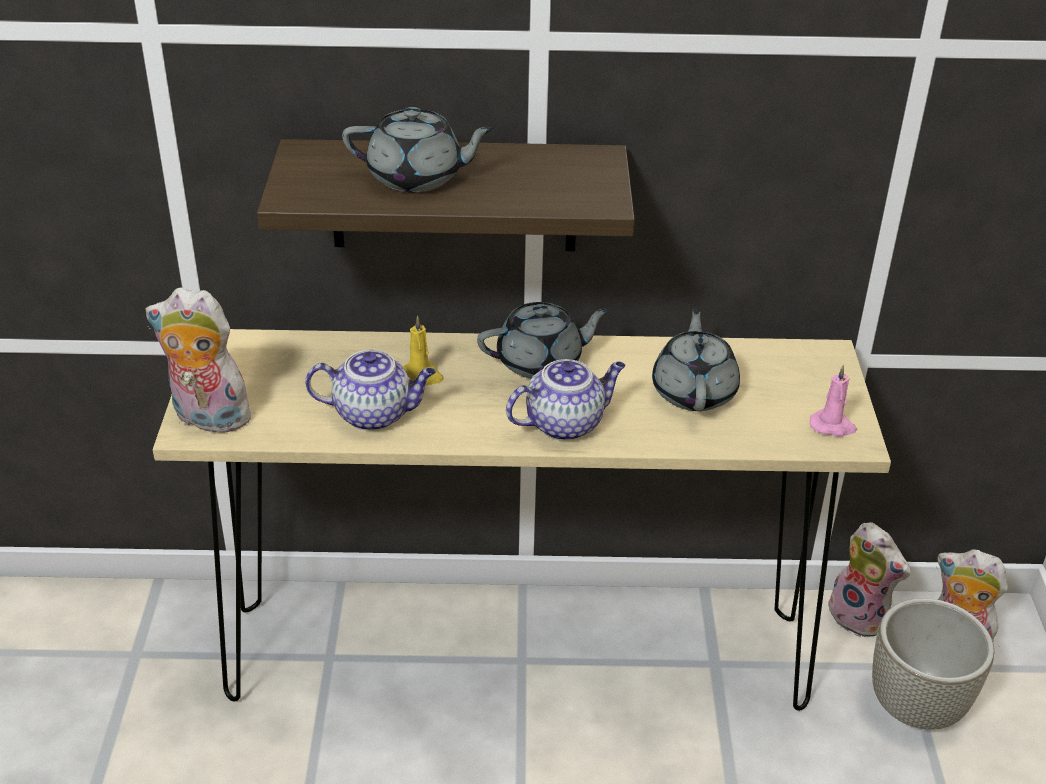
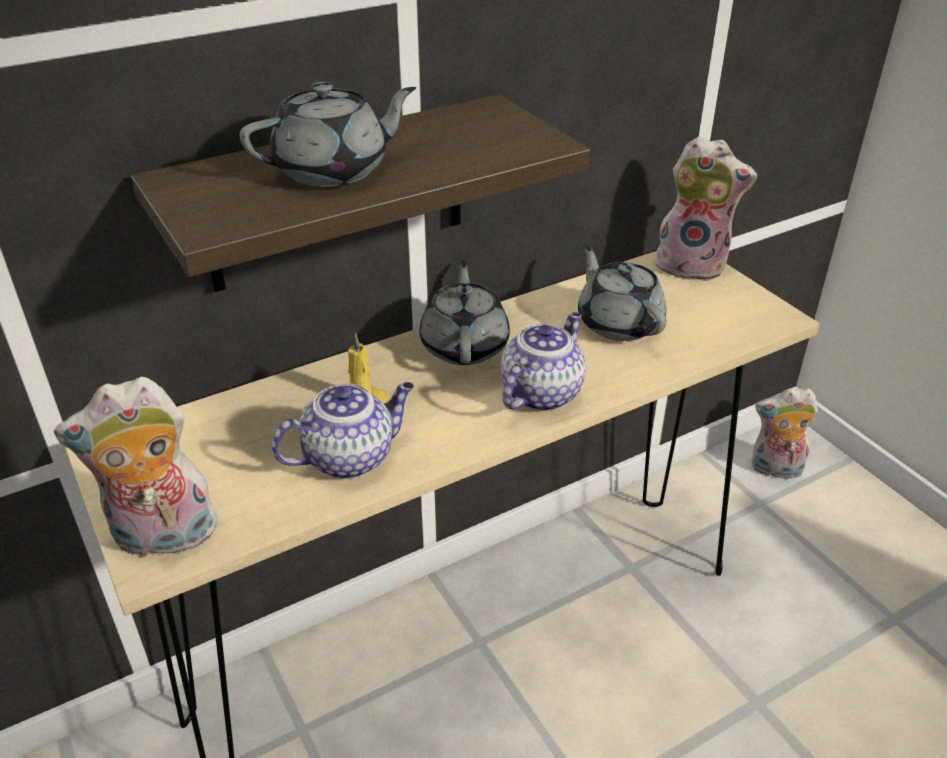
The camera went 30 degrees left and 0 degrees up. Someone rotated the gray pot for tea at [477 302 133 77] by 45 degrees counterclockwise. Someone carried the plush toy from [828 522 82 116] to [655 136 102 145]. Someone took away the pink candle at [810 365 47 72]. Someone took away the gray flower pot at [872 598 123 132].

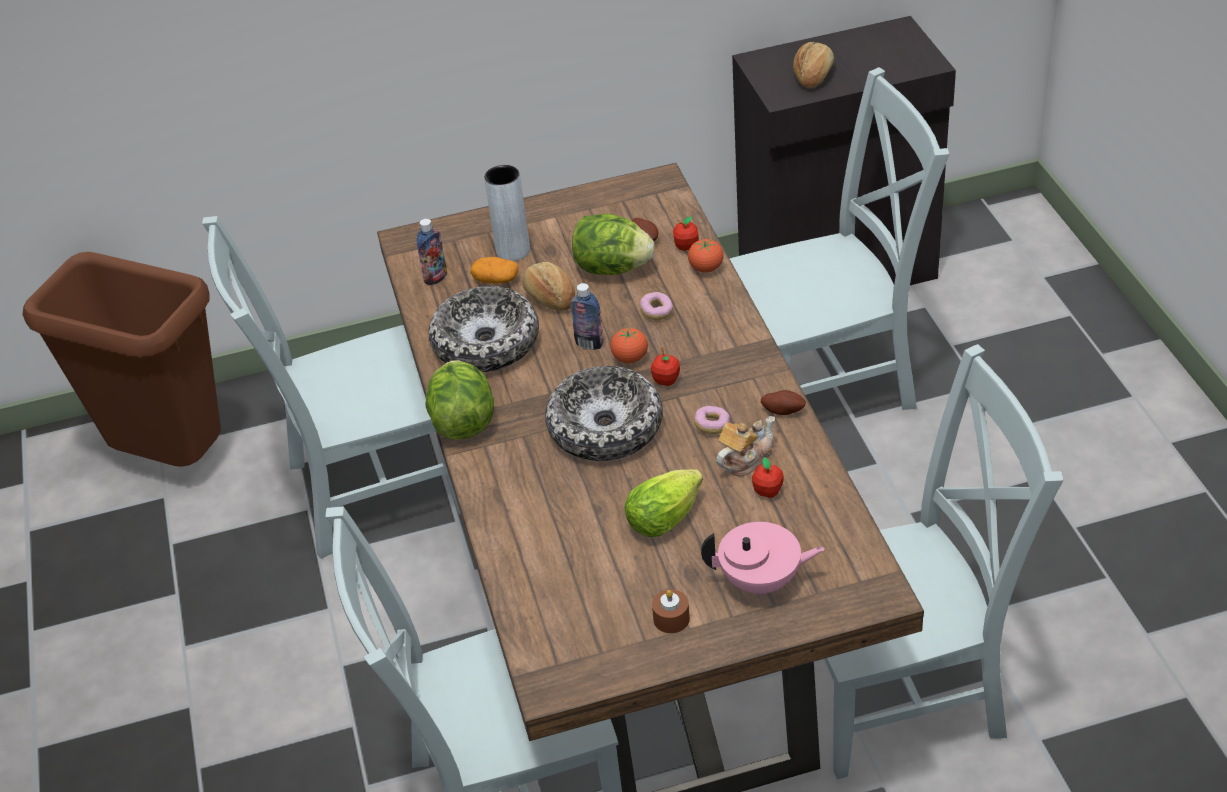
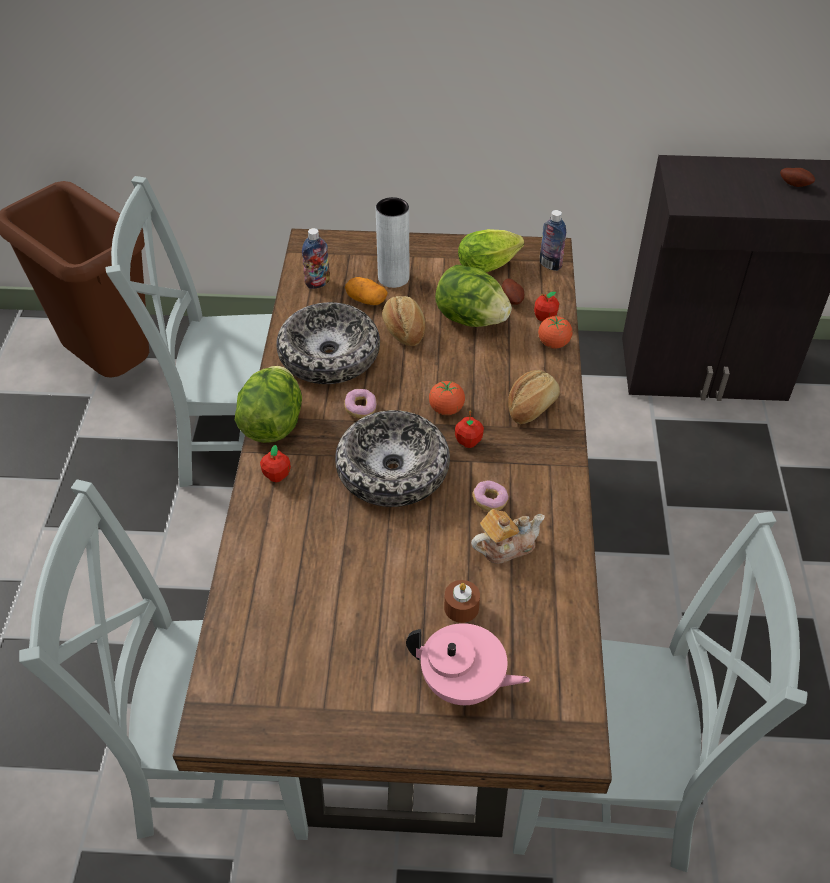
The camera went 15 degrees right and 5 degrees up. Someone carried the apple from [752 457 32 41] to [260 445 31 37]. Someone carried the doughnut from [640 292 33 28] to [344 389 33 29]. Someone carried the brown-coloured candle from [652 589 38 44] to [444 580 36 43]. Someone carried the head of lettuce from [625 469 78 68] to [458 229 66 43]. Someone carried the baked bread from [793 42 41 46] to [508 370 52 54]. Someone carried the drink bottle from [570 283 34 67] to [540 210 26 61]. Someone carried the potato from [761 390 45 25] to [780 168 35 19]. Someone took away the gray plain chair at [730 67 219 343].

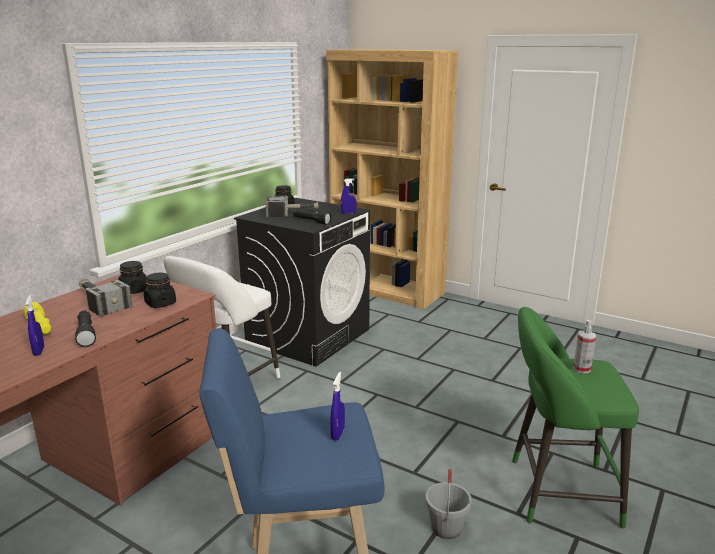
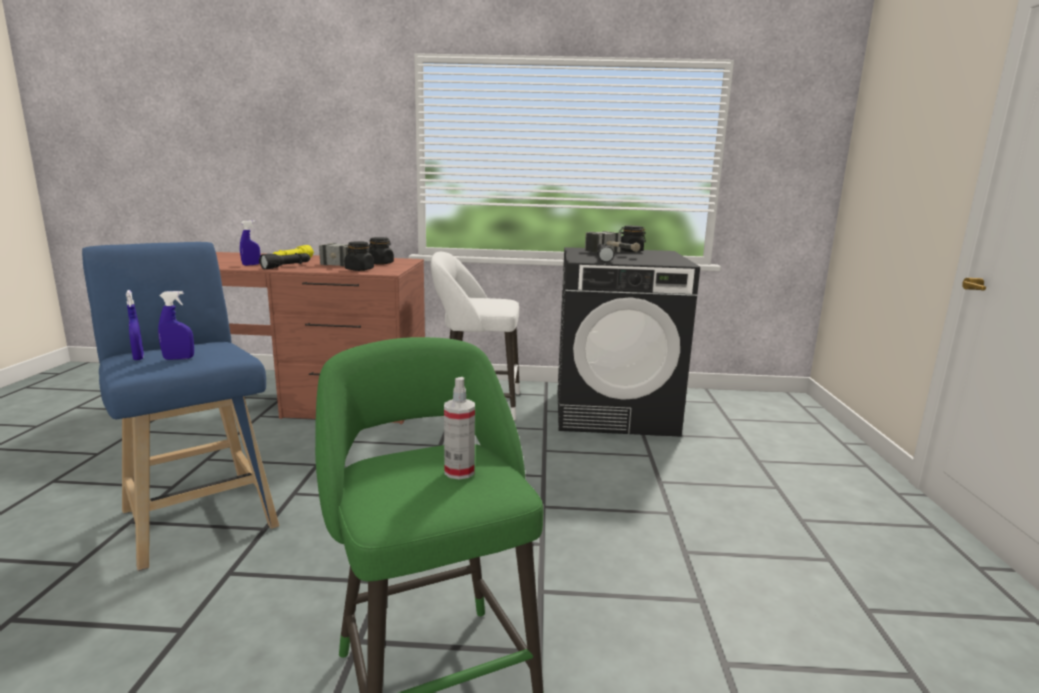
The camera went 60 degrees right and 5 degrees down. Someone carried the blue spray bottle from [341 178 15 36] to [126 290 18 70]. Someone took away the brown-coloured shelving unit at [326 49 132 261]. Someone took away the gray pail at [425 468 47 71].

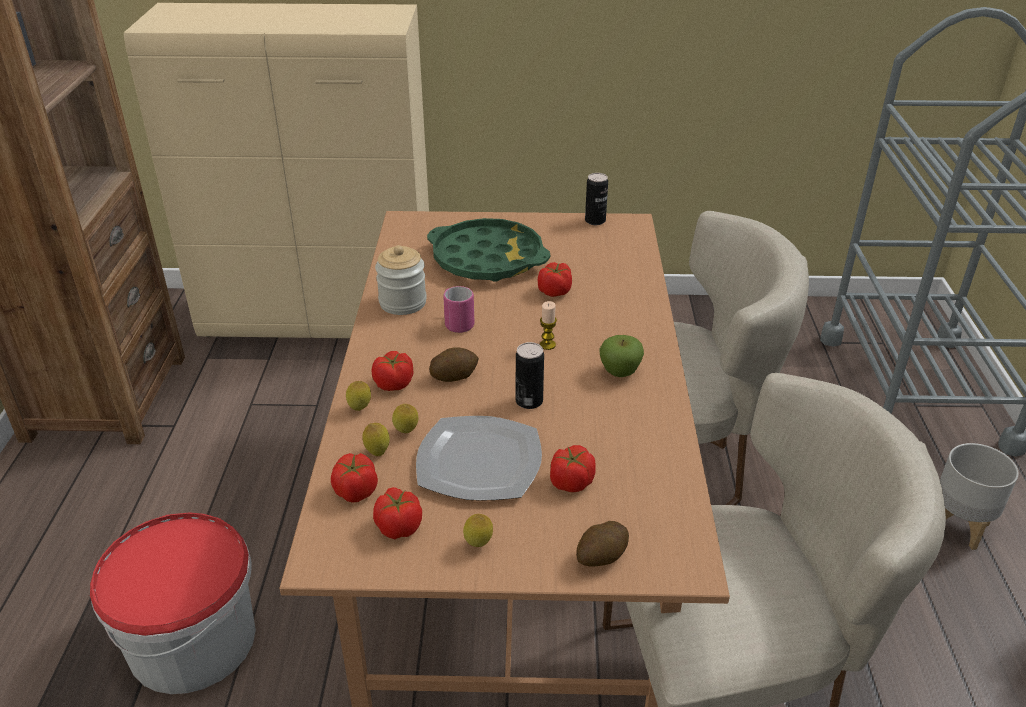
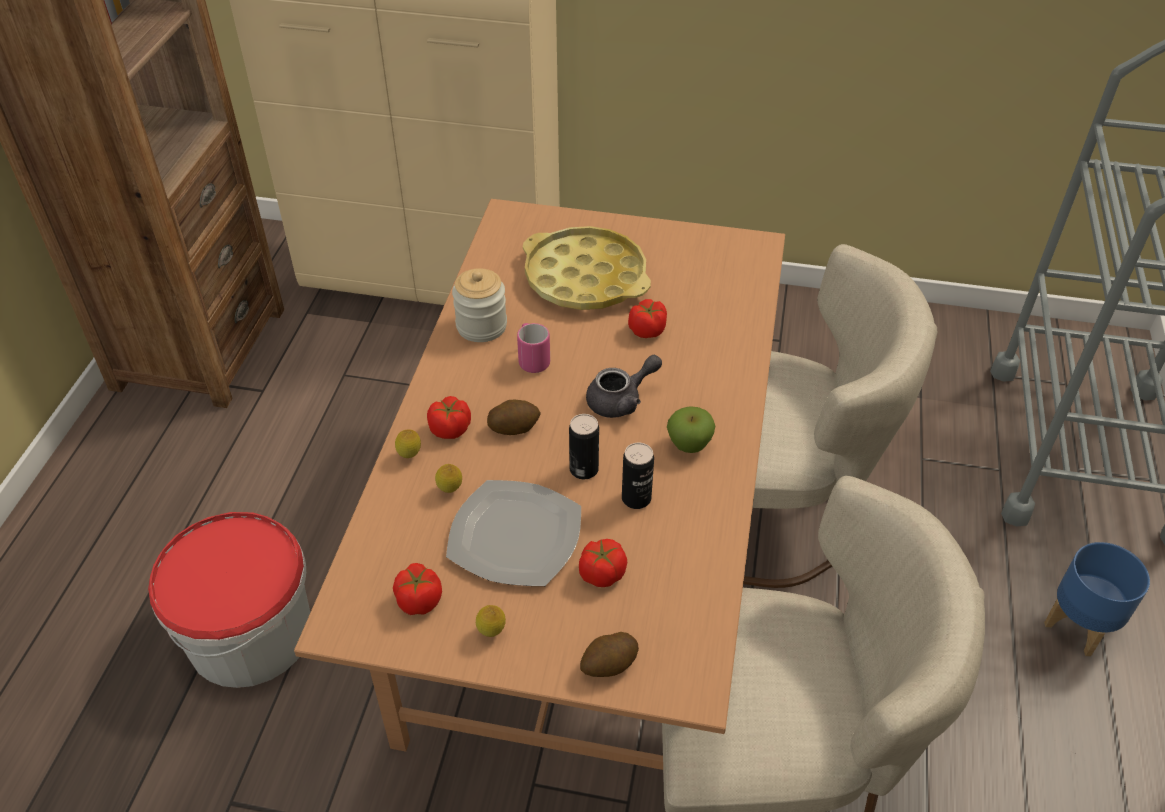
The camera went 10 degrees right and 10 degrees up. Someone repainted the greenish serving tray at [427 218 123 64], which became the yellow-coloured serving tray at [523 226 128 84]. Someone swapped the candle at [540 301 17 49] for the gray pot for tea at [586 355 76 63]. Someone carried the metal can from [585 173 23 52] to [622 443 32 66]. Someone repainted the gray flower pot at [940 443 79 107], which became the blue flower pot at [1044 542 106 114]. Someone took away the fresh tomato at [331 453 47 50]. Someone took away the whole lemon at [362 423 28 33].

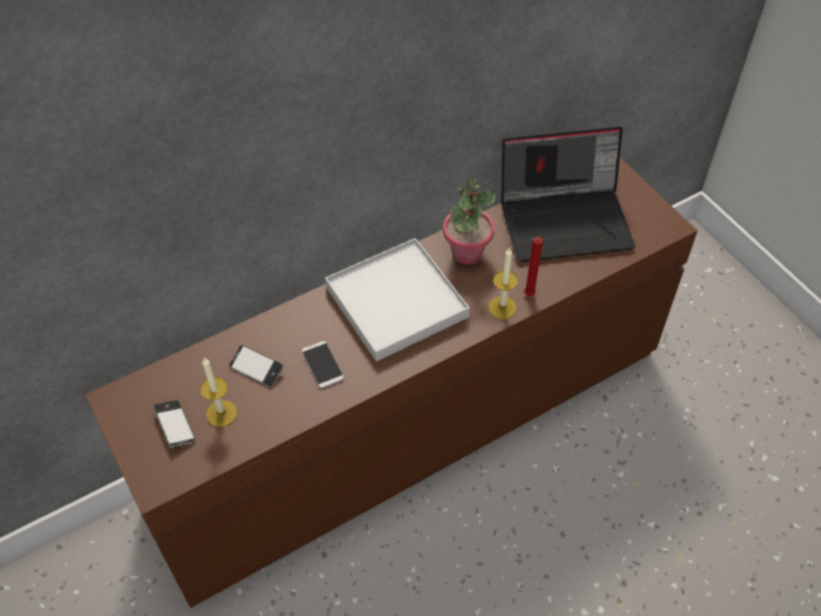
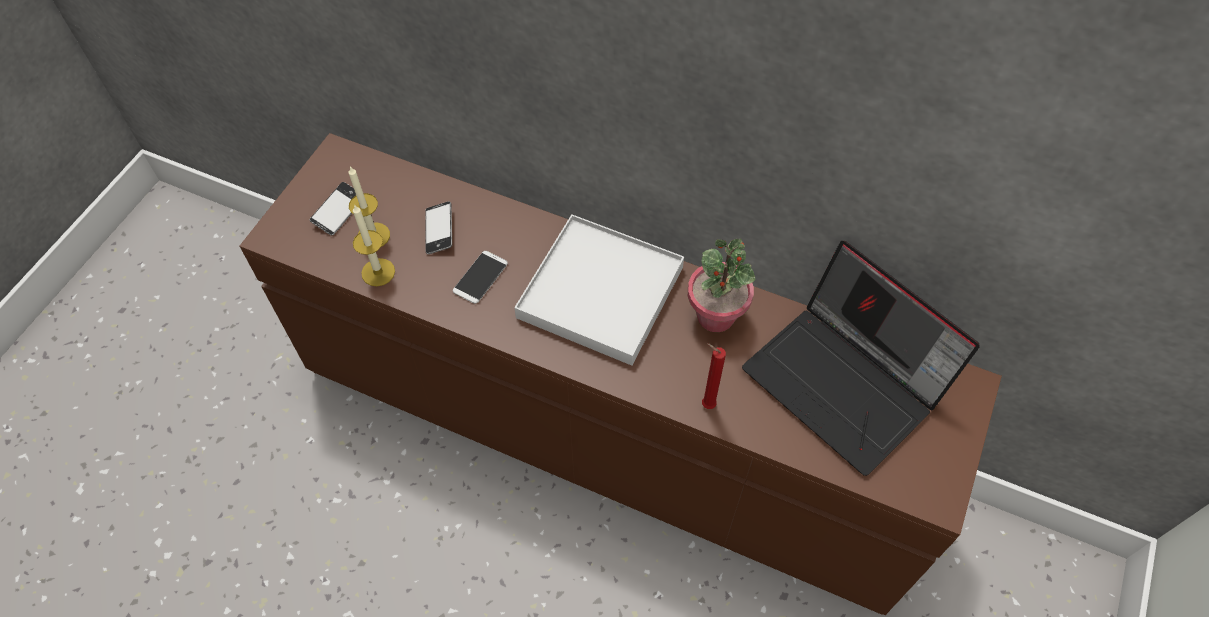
The camera went 55 degrees right and 5 degrees up. Someone carried the candle from [488 247 30 72] to [353 204 42 82].

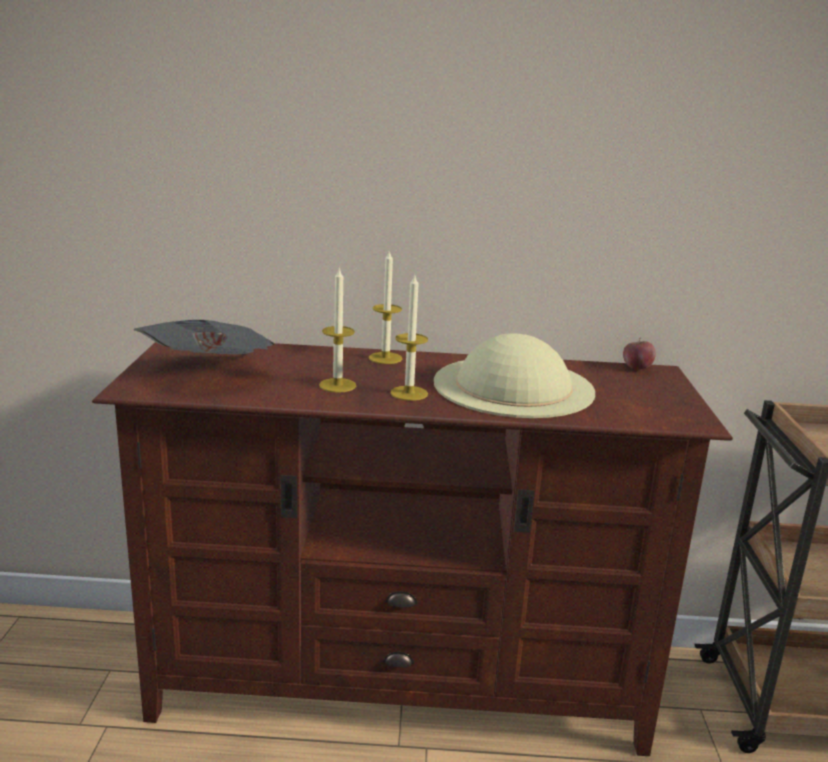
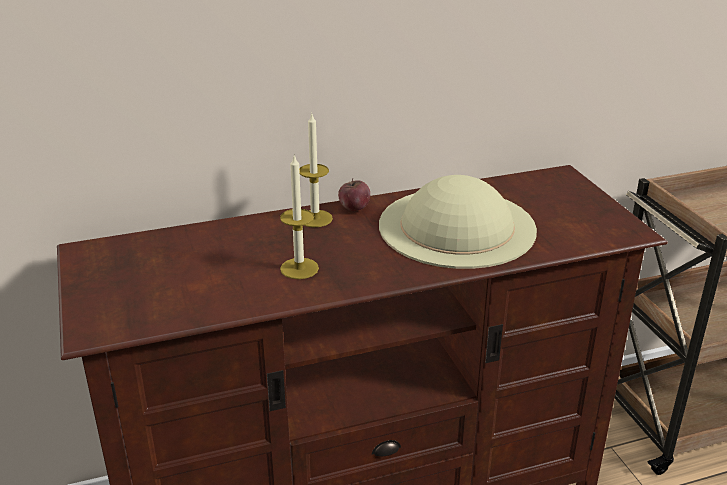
The camera went 20 degrees left and 10 degrees up. Someone carried the apple from [623 337 33 32] to [338 178 32 33]. Someone took away the newspaper at [133 320 141 34]. Someone took away the candle at [390 275 38 126].

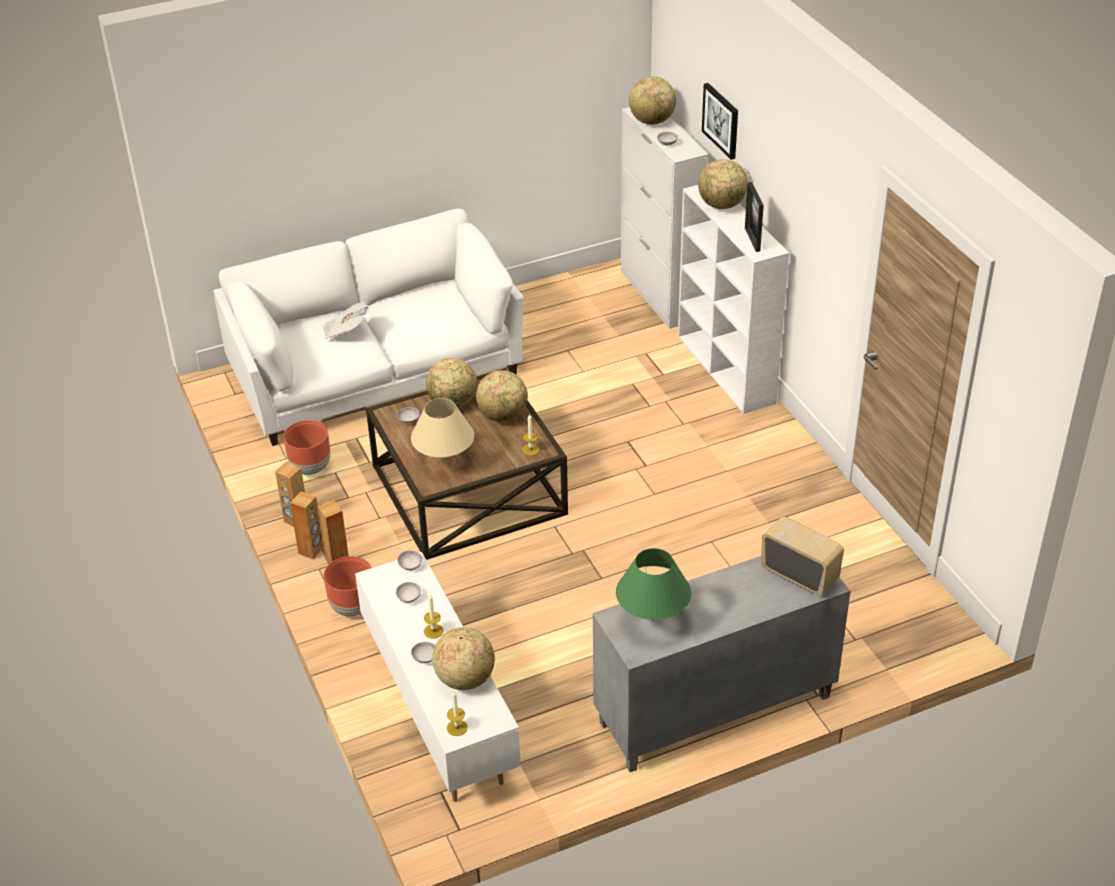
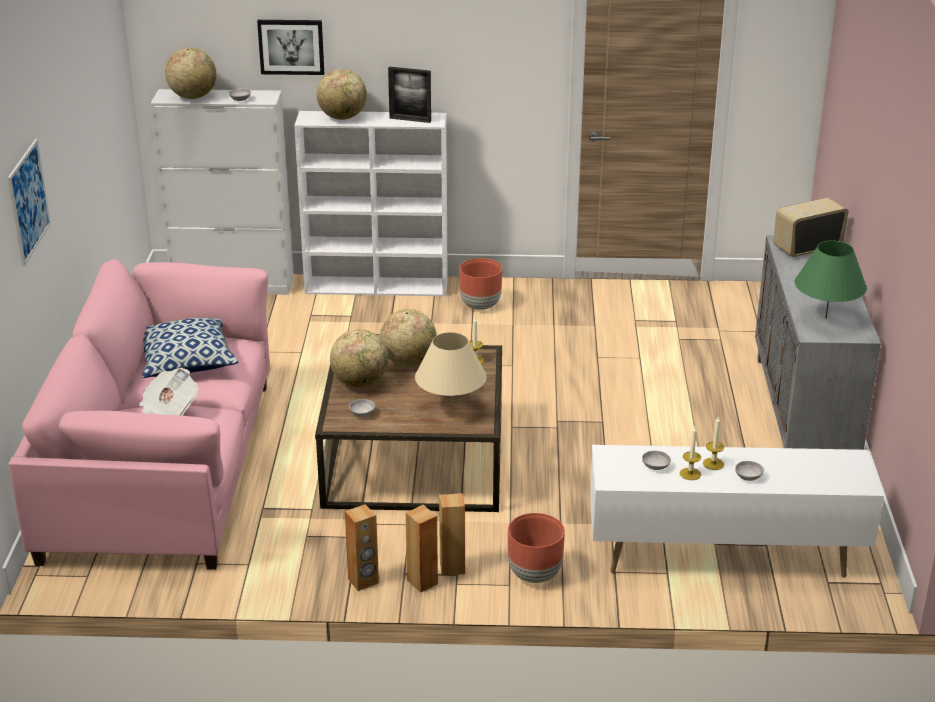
The camera went 65 degrees left and 10 degrees down. Someone put up the wall art at [8 139 43 127]. Someone repainted the whitish sofa at [213 209 311 237], which became the pink sofa at [8 259 262 311]. Someone put down the throw pillow at [142 318 96 60]. Someone carried the brown-coloured flower pot from [283 420 47 55] to [459 258 43 52]. Someone carried the candle from [447 691 21 45] to [680 426 21 54]. Someone took away the gray deep dish at [397 550 25 20]. Someone took away the world globe at [432 627 63 63].

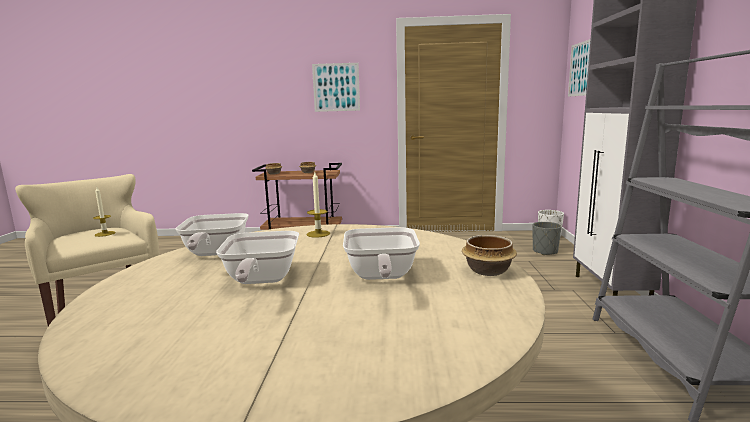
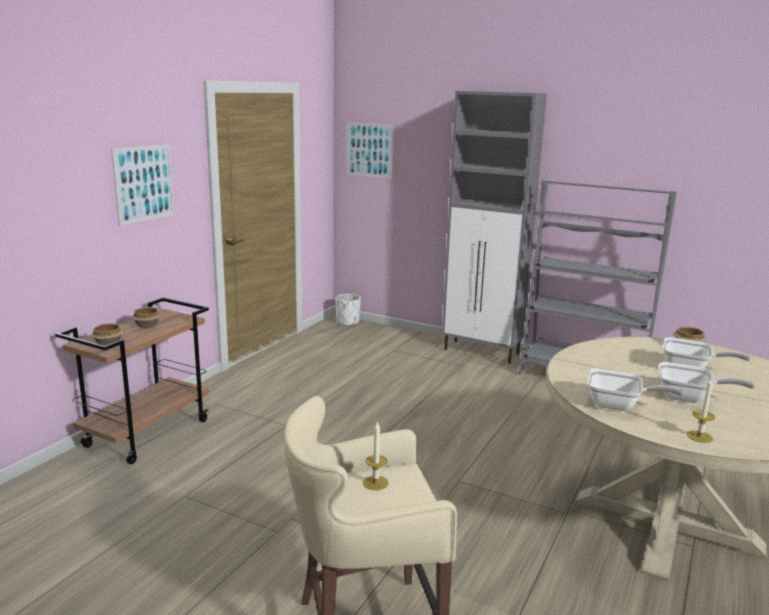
The camera went 65 degrees left and 5 degrees up. Someone carried the candle from [307 172 23 66] to [687 378 28 65]. Someone took away the gray flower pot at [533 222 29 33].

